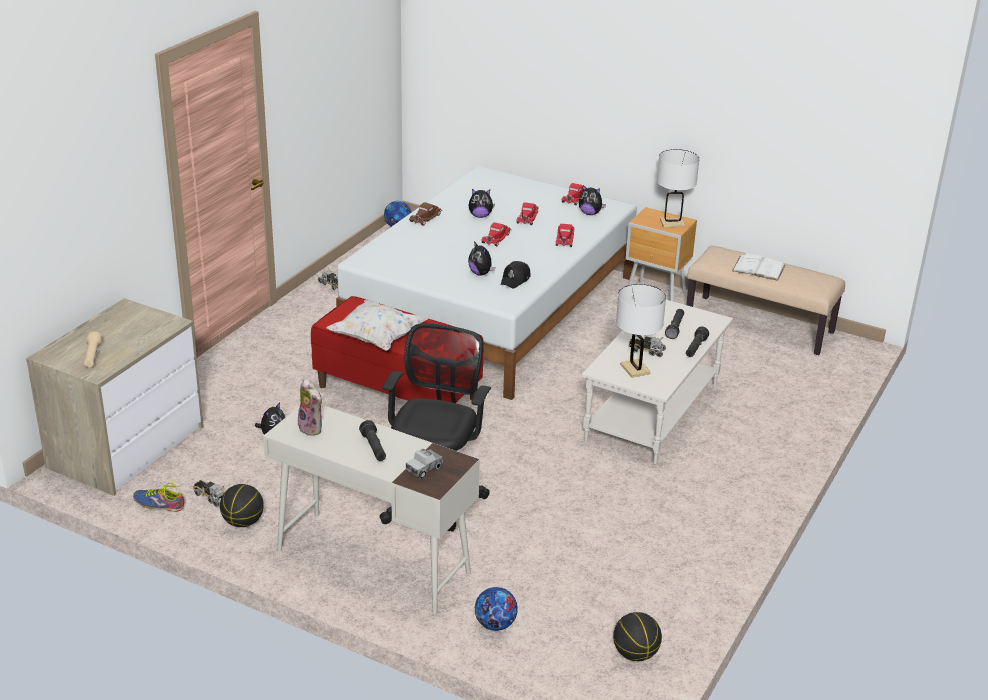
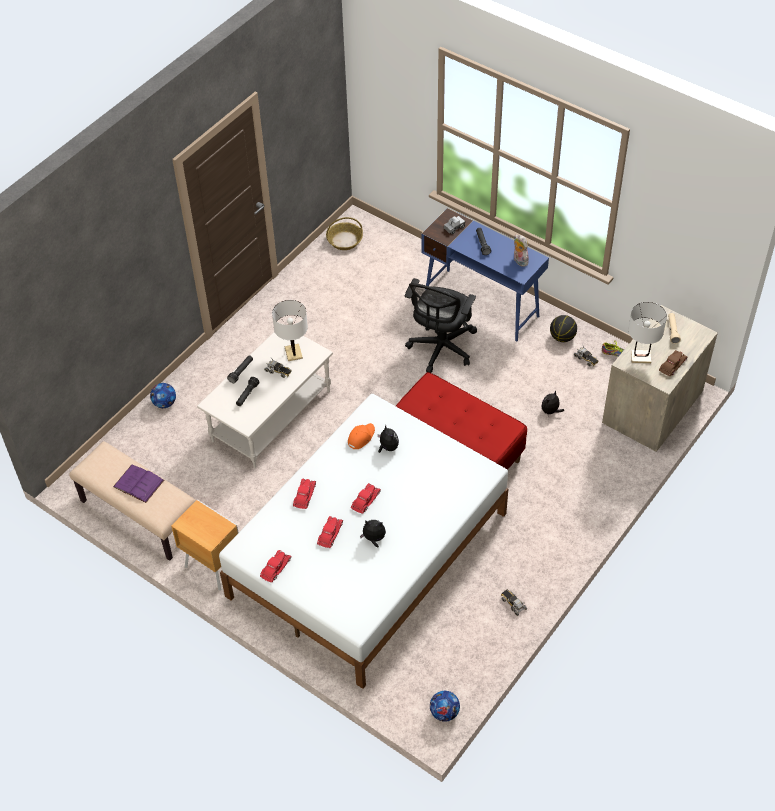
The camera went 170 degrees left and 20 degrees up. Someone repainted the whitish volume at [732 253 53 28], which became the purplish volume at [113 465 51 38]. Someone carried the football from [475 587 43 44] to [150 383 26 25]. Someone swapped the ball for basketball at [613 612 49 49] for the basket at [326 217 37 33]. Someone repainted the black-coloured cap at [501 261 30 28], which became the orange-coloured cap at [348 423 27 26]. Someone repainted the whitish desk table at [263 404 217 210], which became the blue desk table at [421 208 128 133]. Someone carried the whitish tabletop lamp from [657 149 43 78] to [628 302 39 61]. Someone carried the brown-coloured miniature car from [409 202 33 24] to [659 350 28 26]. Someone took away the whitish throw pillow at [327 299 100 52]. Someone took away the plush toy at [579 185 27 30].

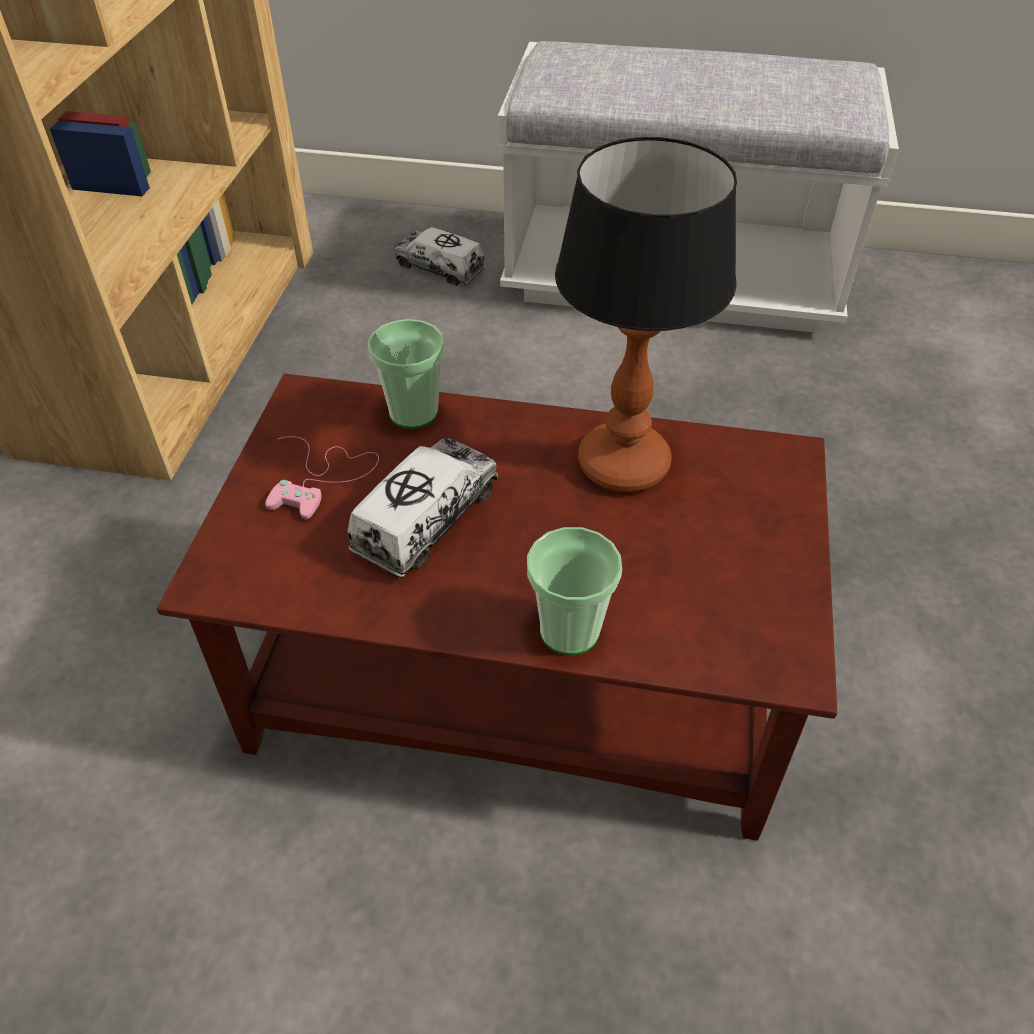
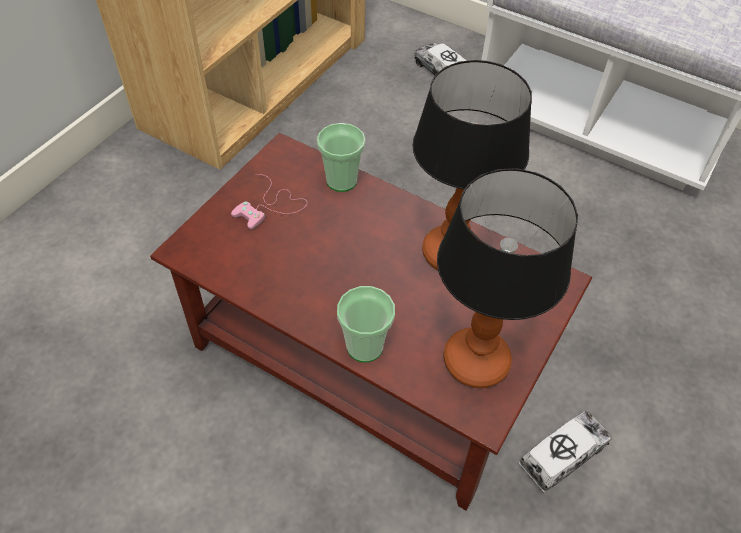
The camera went 20 degrees right and 5 degrees up. Someone put down the tabletop lamp at [437 168 141 220]. Someone carried the toy lorry from [347 438 151 140] to [519 411 93 82].

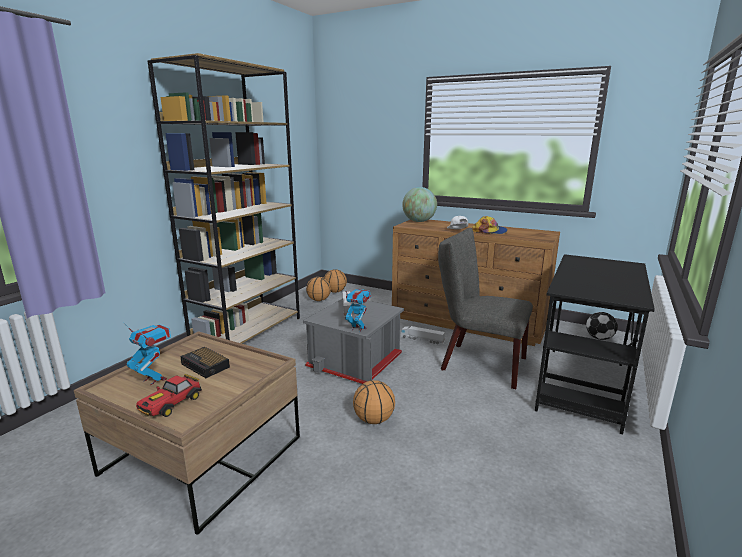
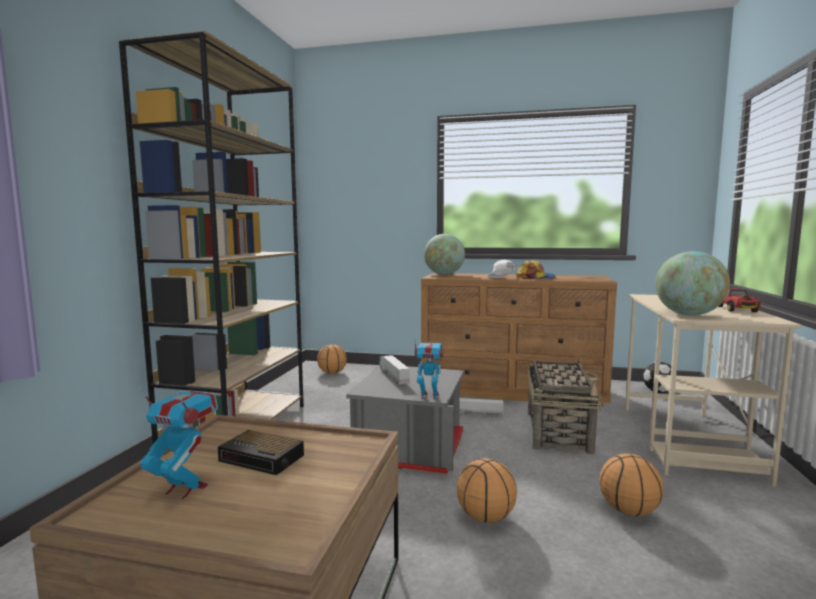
The camera went 15 degrees left and 10 degrees down. Someone swapped the gray plain chair at [438 228 95 161] for the basket at [528 357 74 97]. Someone carried the ball for basketball from [306 277 25 24] to [599 453 65 63]. Someone repainted the black-coloured desk table at [535 254 120 181], which became the beige-coloured desk table at [625 294 177 193]. Someone put down the world globe at [655 251 75 64]. Someone carried the miniature car from [136 374 66 43] to [718 288 43 24].

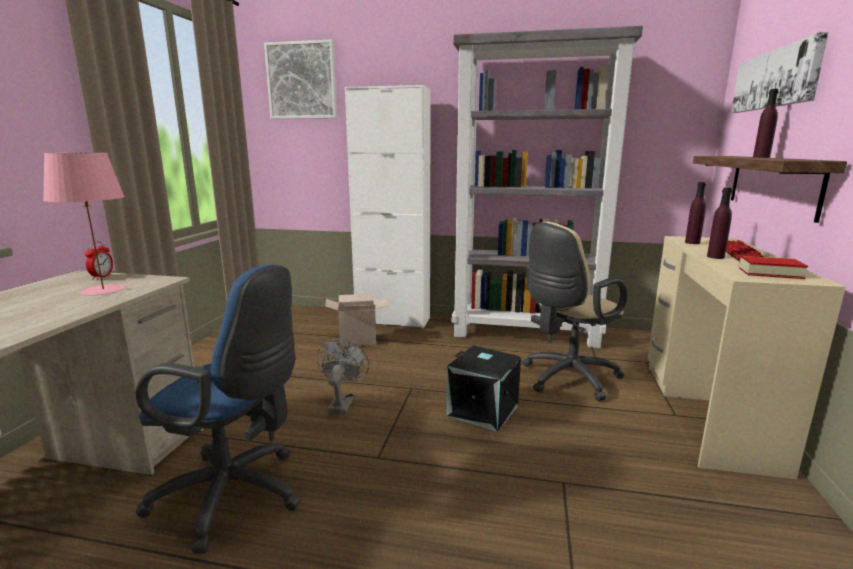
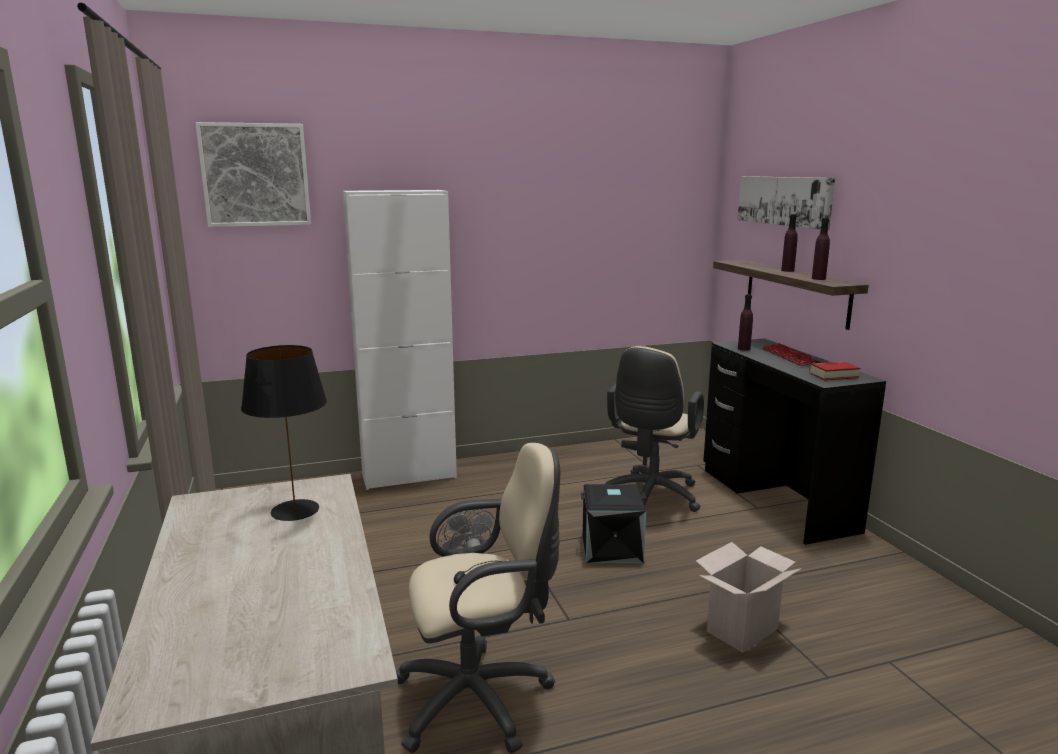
The camera went 30 degrees left and 0 degrees up. Someone repainted the pink tabletop lamp at [43 153 82 142], which became the black-coloured tabletop lamp at [241 345 86 176]. Someone repainted the blue computer chair at [136 265 165 289], which became the beige-coloured computer chair at [396 443 164 310]. Someone carried the cardboard box from [325 294 63 53] to [696 542 105 111]. Someone repainted the beige-coloured desk table at [648 236 198 244], which became the black-coloured desk table at [703 338 183 207]. Someone carried the purplish drink bottle from [707 187 25 72] to [812 218 18 62]. Someone took away the alarm clock at [85 241 28 39]. Someone took away the gray shelving unit at [451 26 192 322].

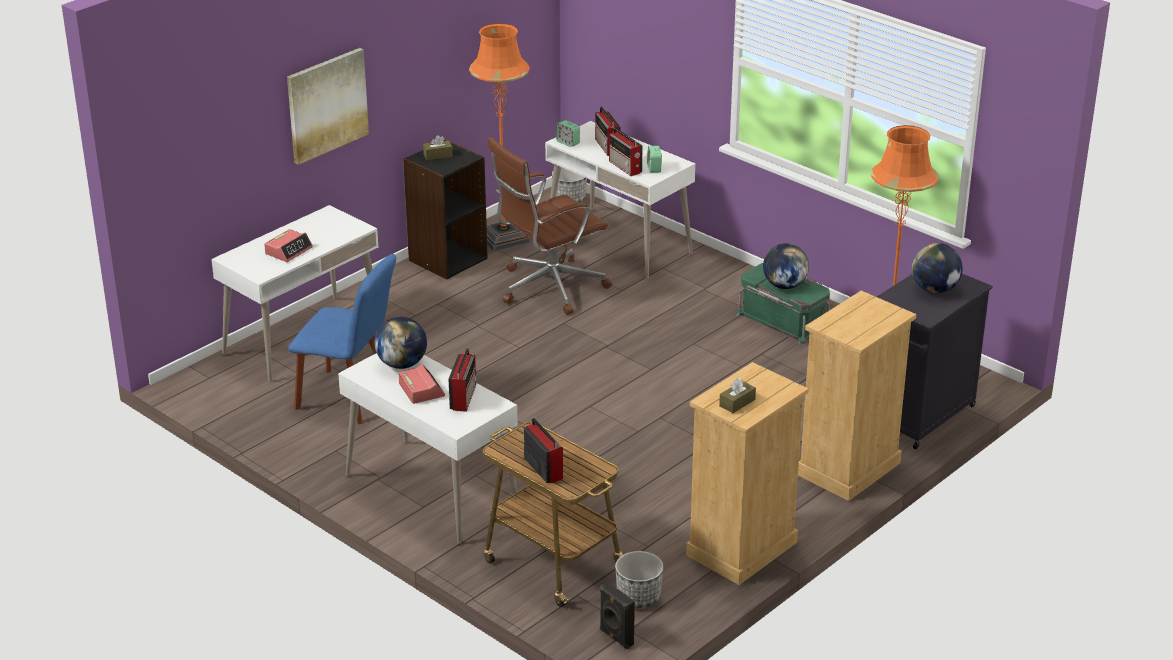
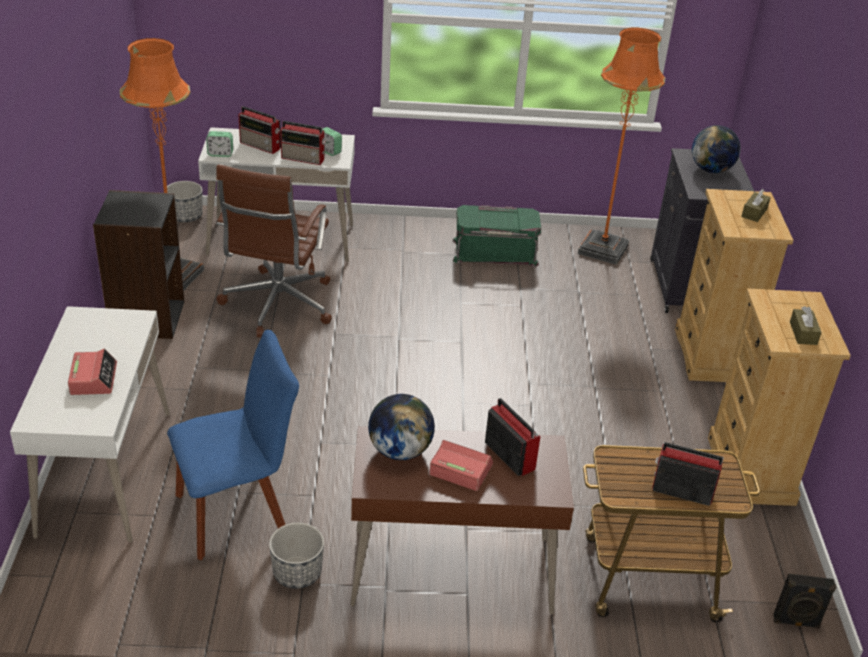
The camera went 45 degrees left and 5 degrees up. Someone carried the flower pot from [615 551 49 57] to [269 523 55 66]. Someone repainted the whitish desk table at [338 353 180 191], which became the brown-coloured desk table at [350 426 224 188]. Someone carried the brown-coloured tissue box from [423 135 30 25] to [741 189 30 33]. Someone took away the wall art at [287 48 82 117]. Someone took away the world globe at [763 243 46 46].

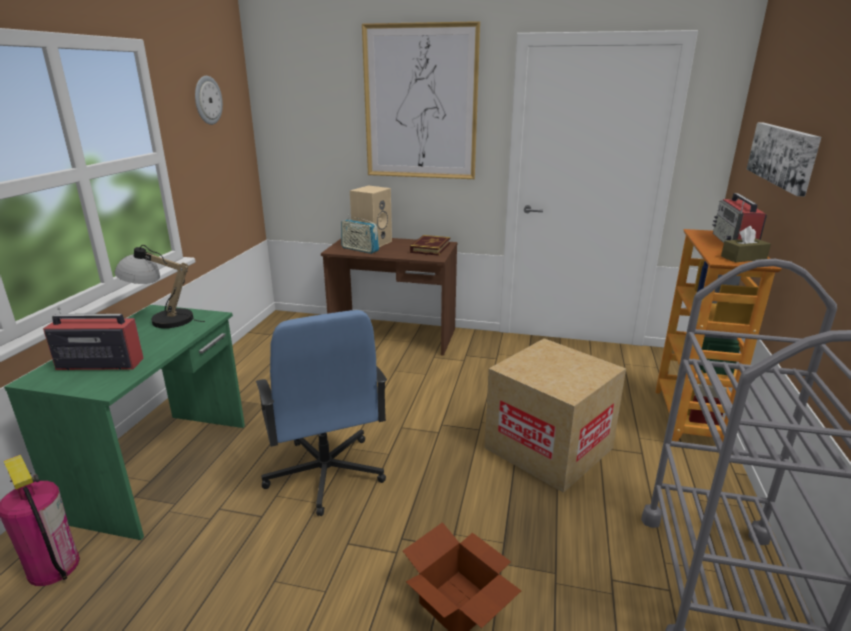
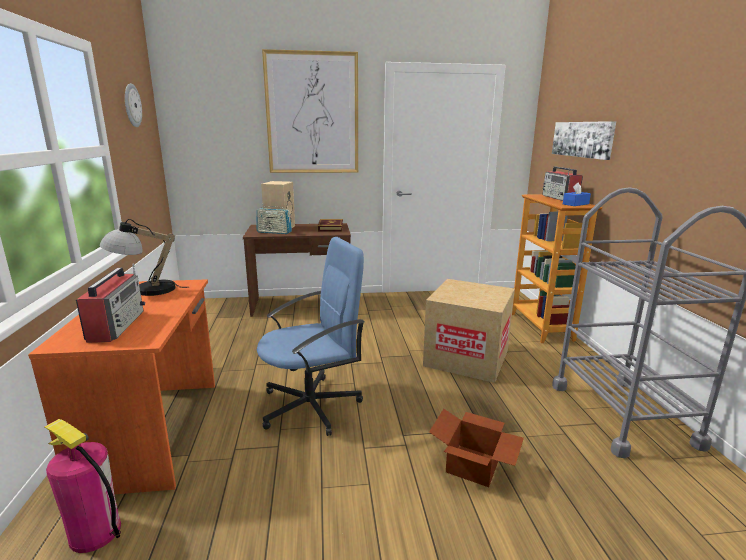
The camera went 20 degrees left and 5 degrees down. Someone repainted the greenish desk table at [4 305 241 235], which became the orange-coloured desk table at [28 279 187 215]. Someone rotated the radio set at [43 306 101 64] by 105 degrees clockwise. Someone rotated the blue computer chair at [255 310 132 206] by 75 degrees counterclockwise. Someone repainted the brown-coloured tissue box at [721 226 50 36], which became the blue tissue box at [563 182 28 24].

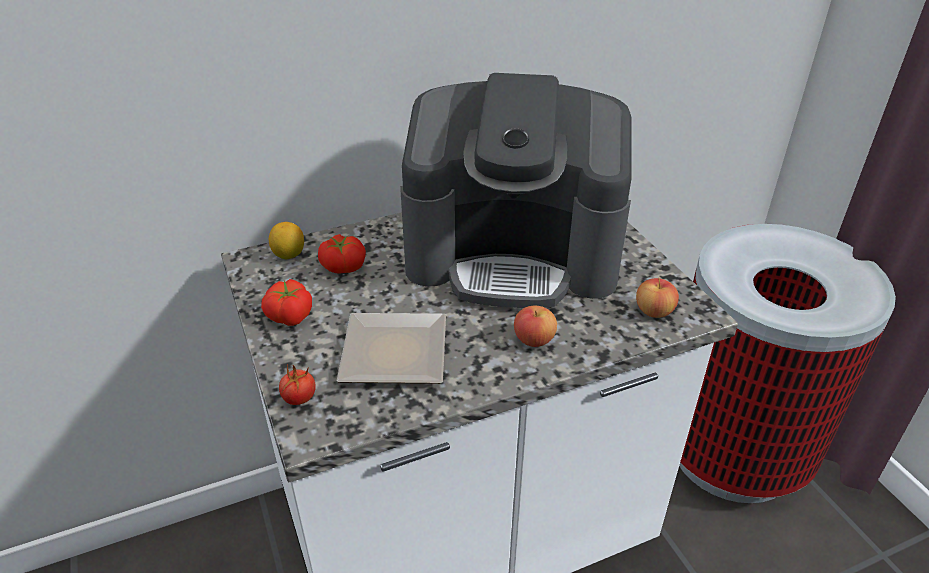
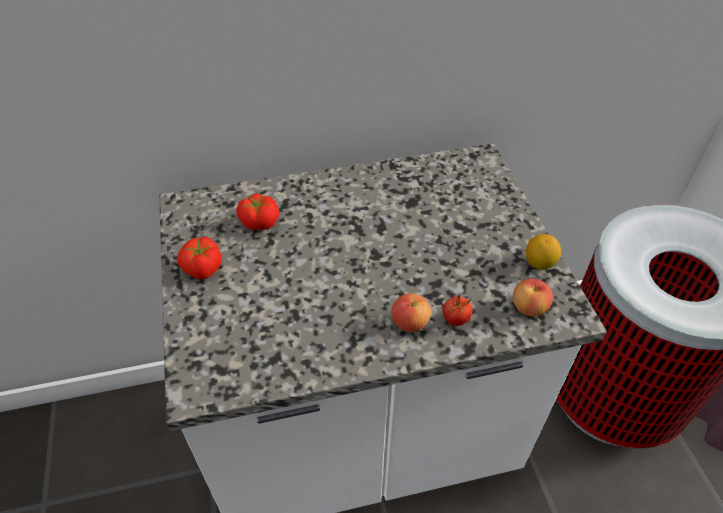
The camera went 10 degrees right and 10 degrees up. Someone carried the fresh tomato from [279 364 37 41] to [443 293 29 33]. Someone carried the whole lemon from [269 222 35 37] to [526 234 35 36]. Someone took away the flat dish at [337 313 109 71]. Someone took away the coffee machine at [400 73 232 235].

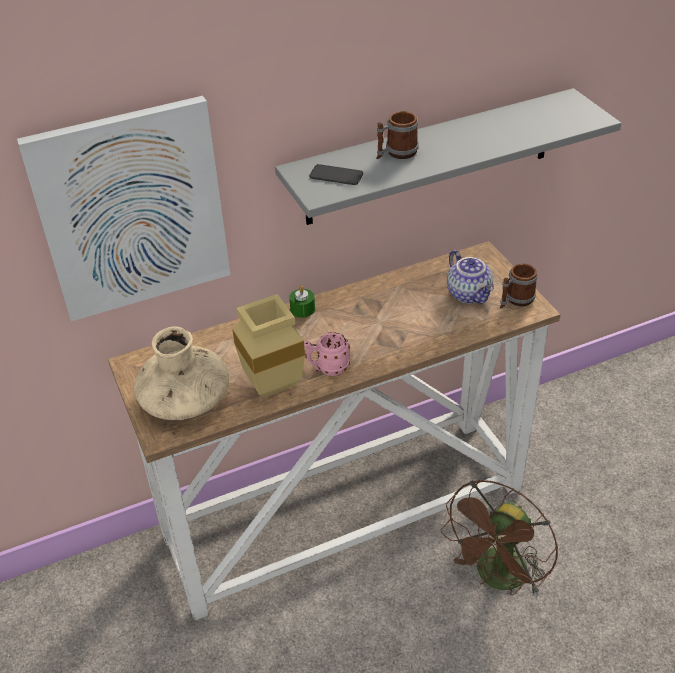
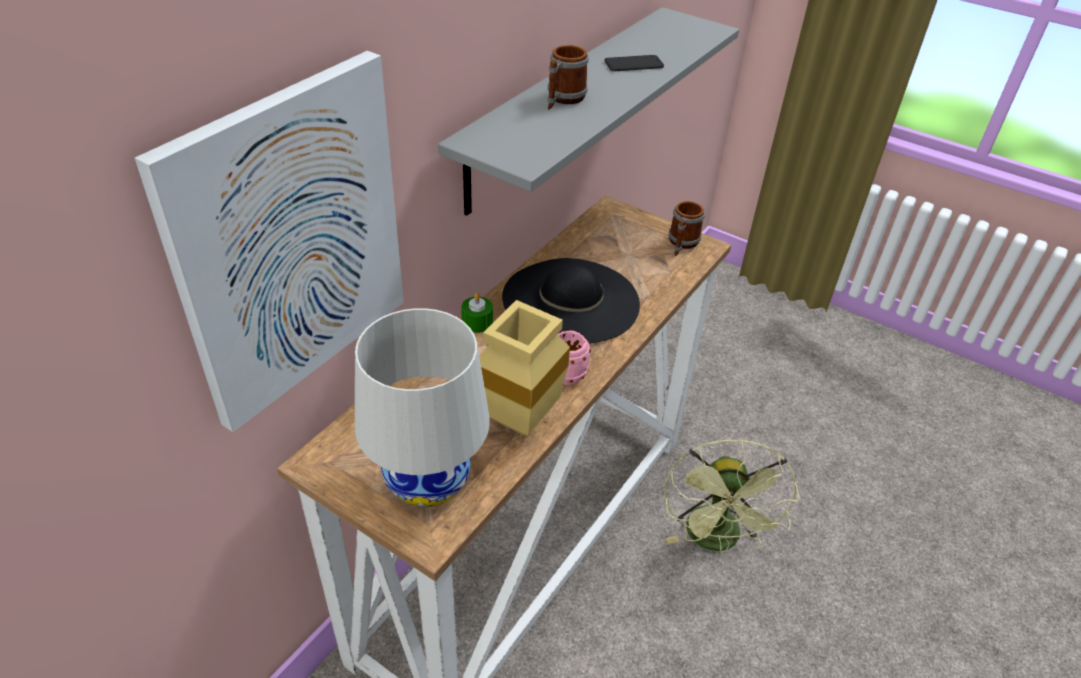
The camera went 35 degrees left and 0 degrees up. Someone swapped the beige-coloured flower vase at [134 326 95 94] for the whitish tabletop lamp at [355 308 135 199]. Someone put down the black-coloured hat at [502 258 138 86]. Someone carried the telephone from [309 164 54 21] to [604 55 60 16]. Someone repainted the brown-coloured fan at [440 480 118 116], which became the greenish fan at [665 439 135 114]. Someone took away the pot for tea at [447 250 46 54].

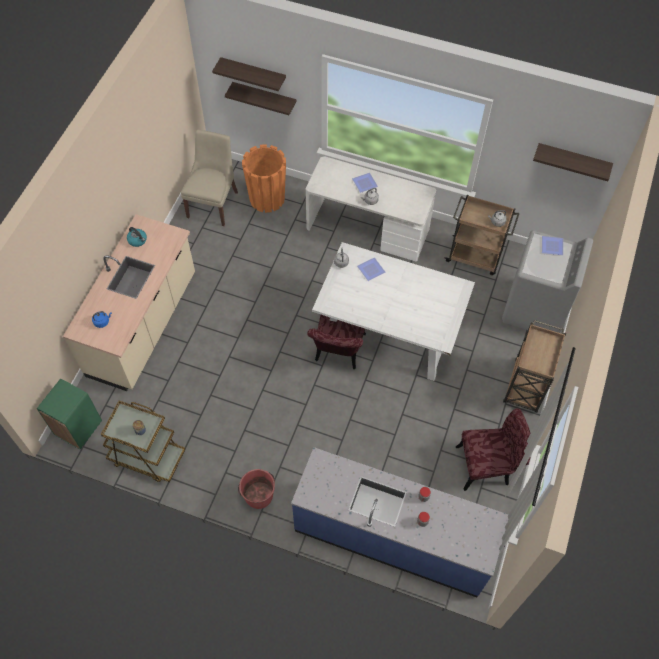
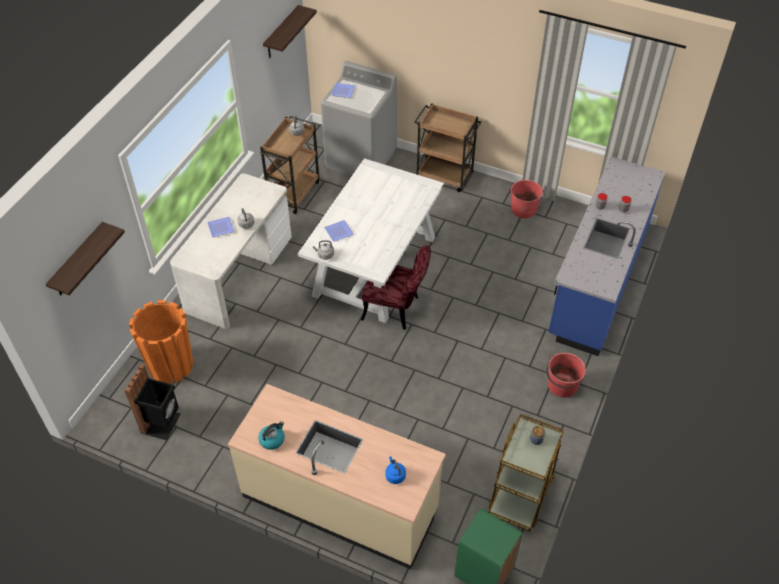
The camera went 85 degrees left and 10 degrees down. Someone swapped the beige-coloured plain chair at [181 129 57 97] for the black-coloured trash can at [125 364 56 76]. Someone swapped the reddish plain chair at [456 408 75 83] for the reddish pail at [509 180 35 38]. Someone took away the bracket shelf at [225 82 71 33].

